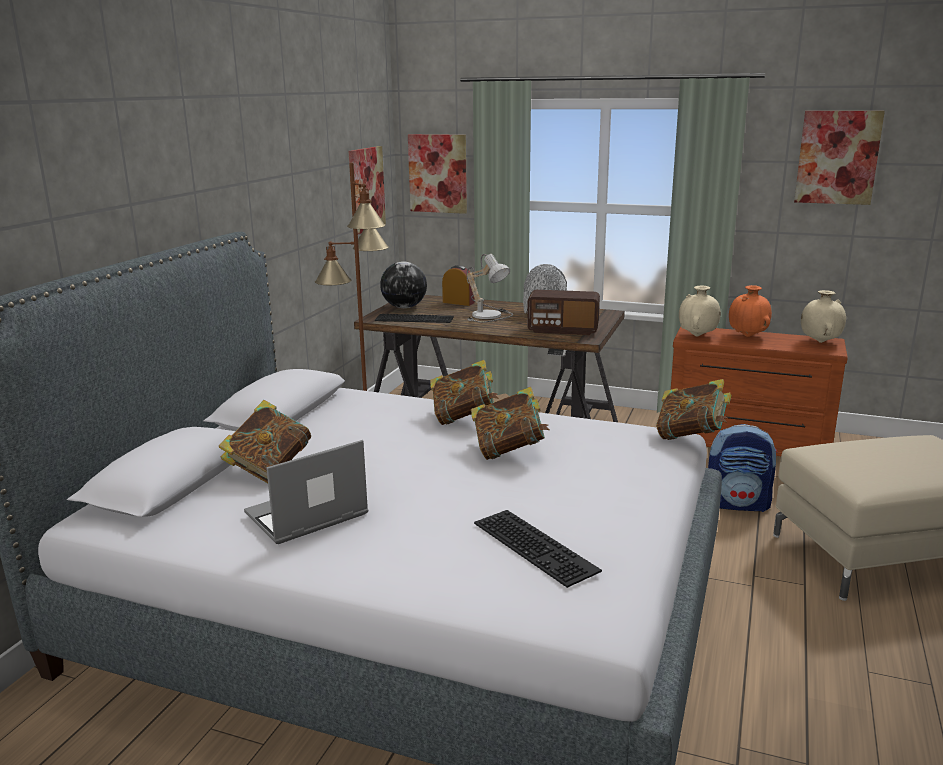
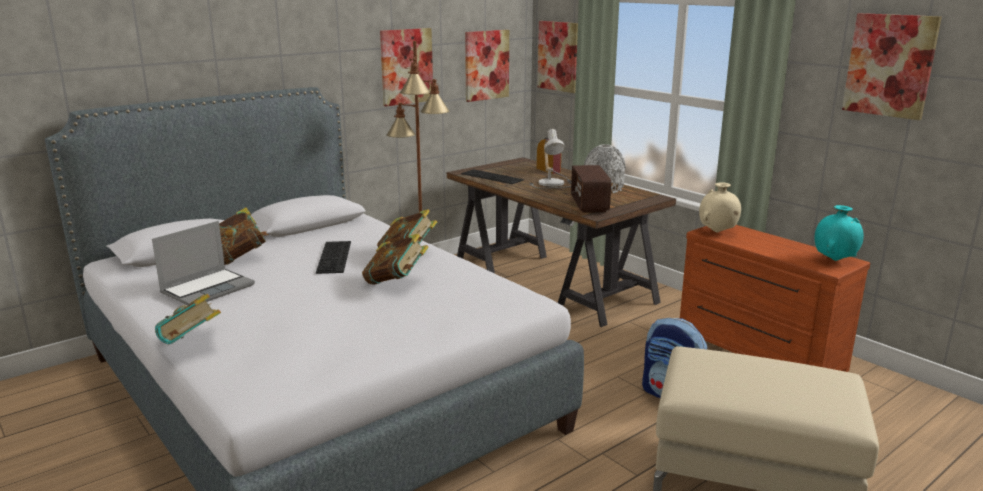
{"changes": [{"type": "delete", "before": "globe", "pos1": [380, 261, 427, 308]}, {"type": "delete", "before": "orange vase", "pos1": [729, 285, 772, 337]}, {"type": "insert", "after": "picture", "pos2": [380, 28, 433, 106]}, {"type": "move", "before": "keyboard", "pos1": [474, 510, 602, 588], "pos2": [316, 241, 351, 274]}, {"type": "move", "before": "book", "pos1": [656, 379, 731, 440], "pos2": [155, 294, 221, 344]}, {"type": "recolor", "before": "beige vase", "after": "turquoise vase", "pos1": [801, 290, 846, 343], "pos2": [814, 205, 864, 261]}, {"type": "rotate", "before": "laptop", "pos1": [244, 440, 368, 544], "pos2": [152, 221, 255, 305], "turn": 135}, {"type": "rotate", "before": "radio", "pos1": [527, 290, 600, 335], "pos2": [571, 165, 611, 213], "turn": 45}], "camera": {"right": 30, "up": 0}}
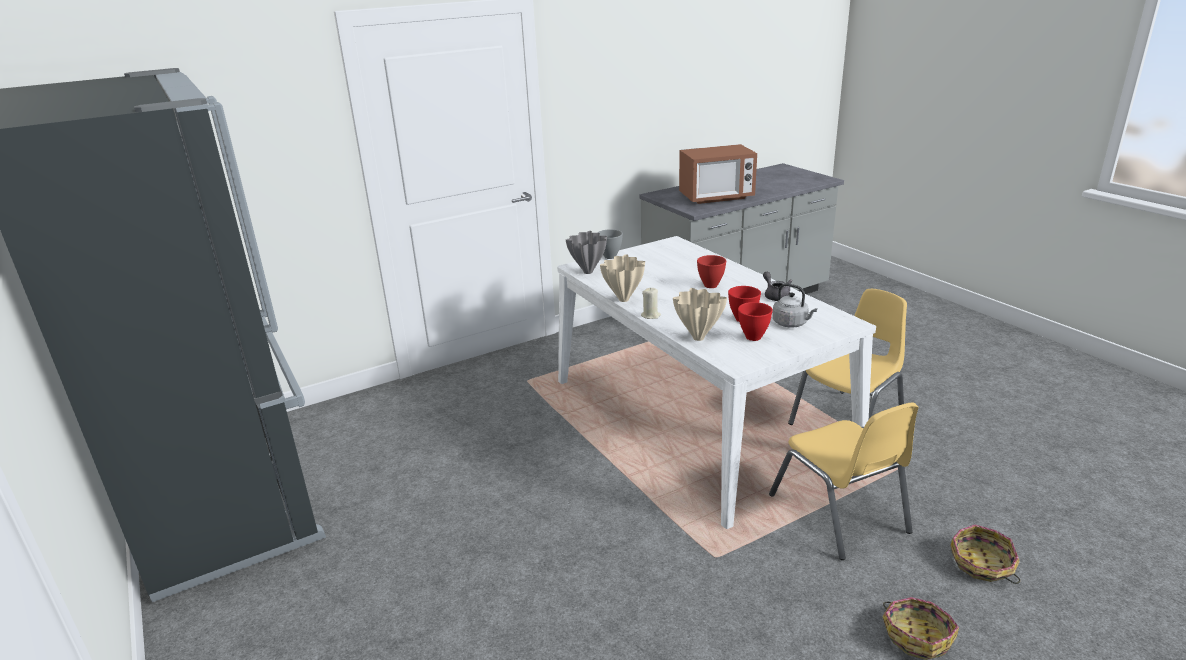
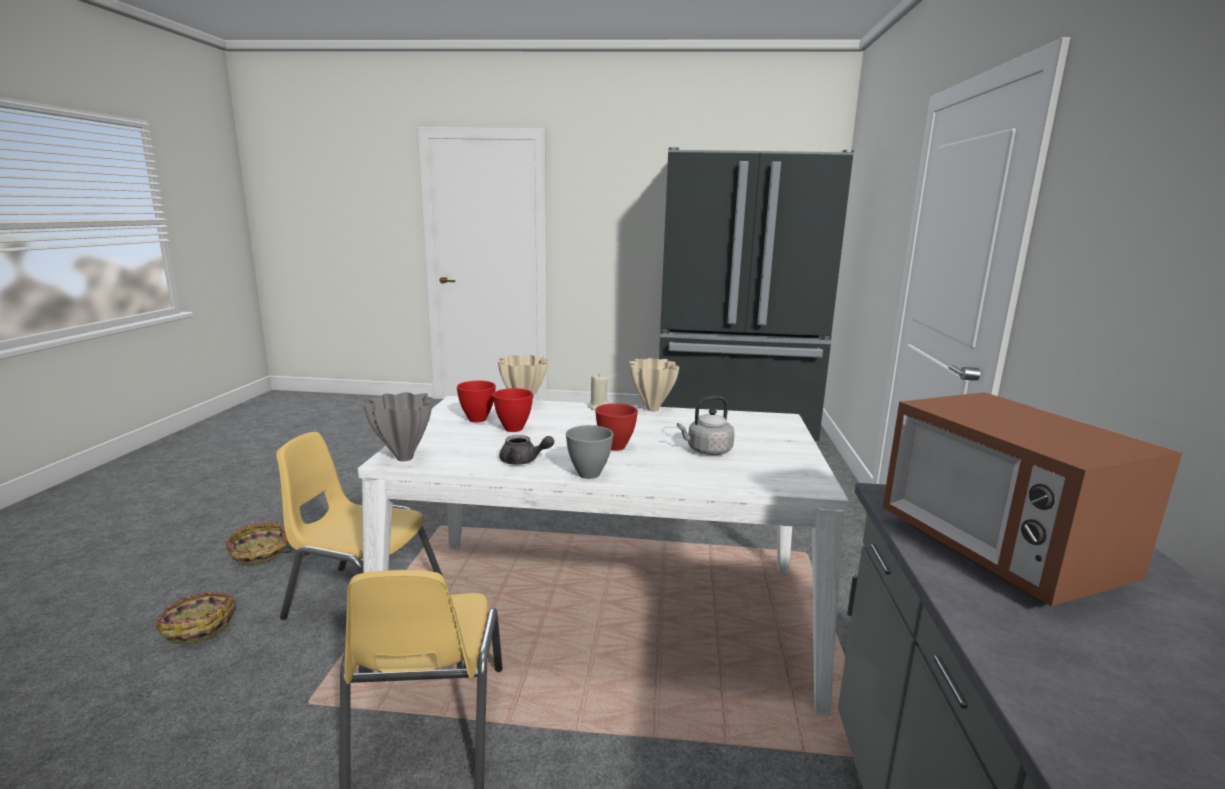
{"changes": [{"type": "move", "before": "grey vase", "pos1": [566, 231, 607, 274], "pos2": [364, 392, 432, 461]}, {"type": "move", "before": "grey bowl", "pos1": [597, 229, 623, 259], "pos2": [566, 425, 614, 479]}, {"type": "move", "before": "grey kettle", "pos1": [772, 283, 817, 328], "pos2": [677, 396, 734, 455]}, {"type": "rotate", "before": "microwave", "pos1": [679, 144, 757, 204], "pos2": [883, 392, 1182, 606], "turn": -45}], "camera": {"right": 125, "up": -10}}
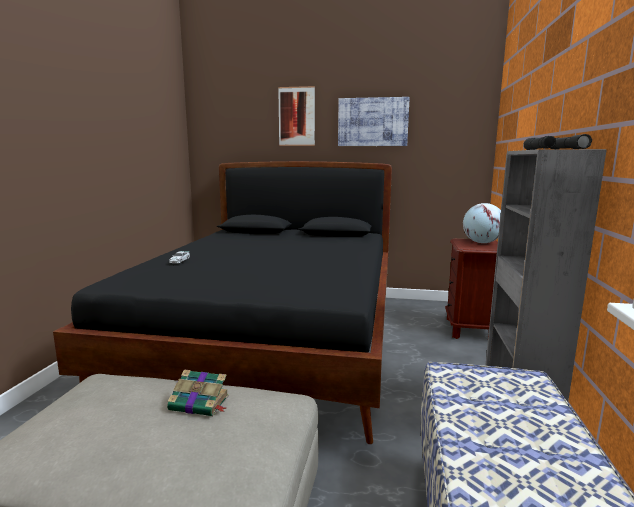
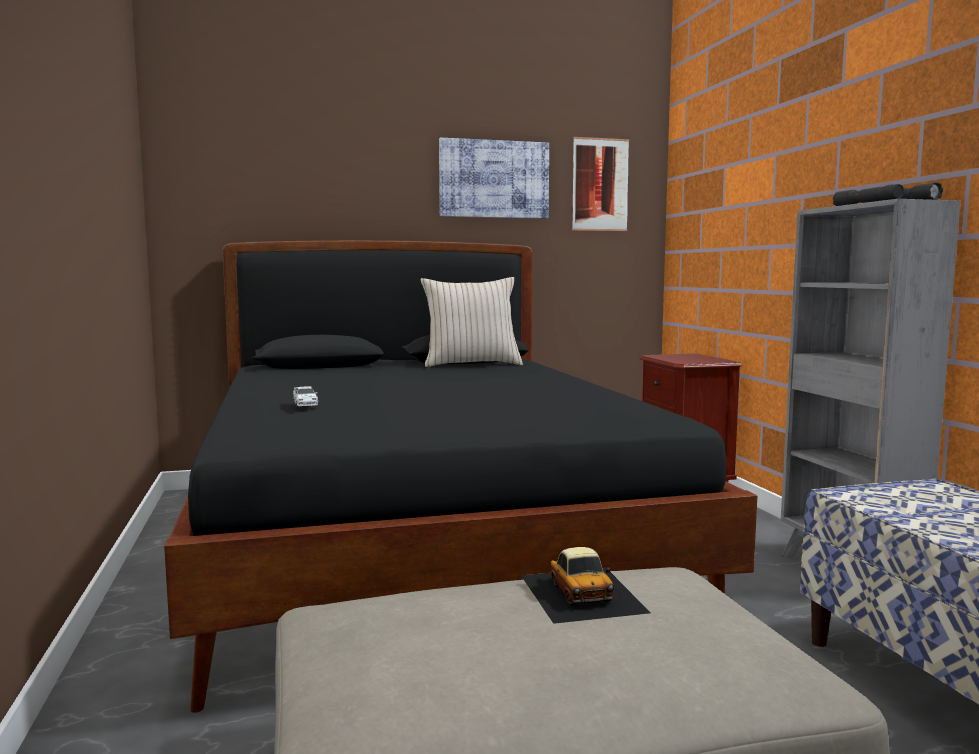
{"changes": [{"type": "delete", "before": "globe", "pos1": [463, 203, 501, 243]}, {"type": "insert", "after": "beige pillow", "pos2": [420, 277, 523, 367]}, {"type": "move", "before": "picture", "pos1": [278, 86, 315, 146], "pos2": [572, 137, 629, 231]}, {"type": "replace", "before": "book", "after": "toy car", "pos1": [167, 369, 229, 416], "pos2": [521, 547, 650, 624]}], "camera": {"right": -25, "up": -5}}
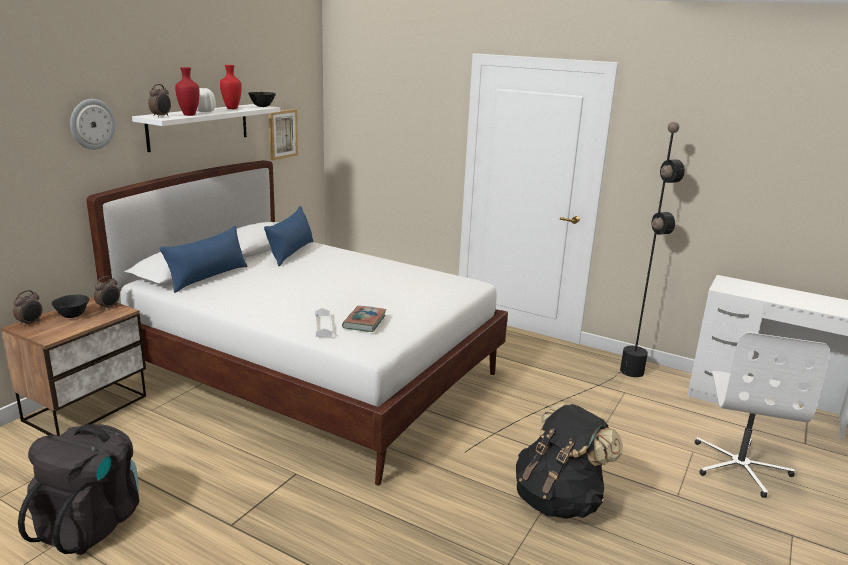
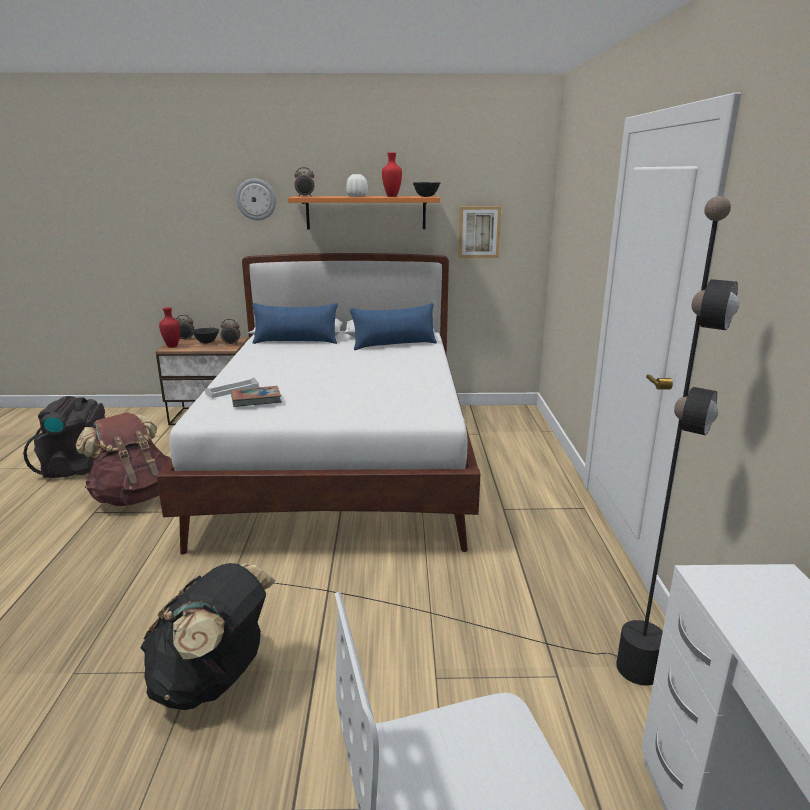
{"changes": [{"type": "insert", "after": "brown backpack", "pos2": [75, 412, 171, 506]}, {"type": "move", "before": "red vase", "pos1": [175, 67, 199, 116], "pos2": [159, 307, 180, 348]}, {"type": "recolor", "before": "white shelf", "after": "orange shelf", "pos1": [132, 104, 280, 152], "pos2": [288, 196, 440, 229]}], "camera": {"right": 60, "up": 0}}
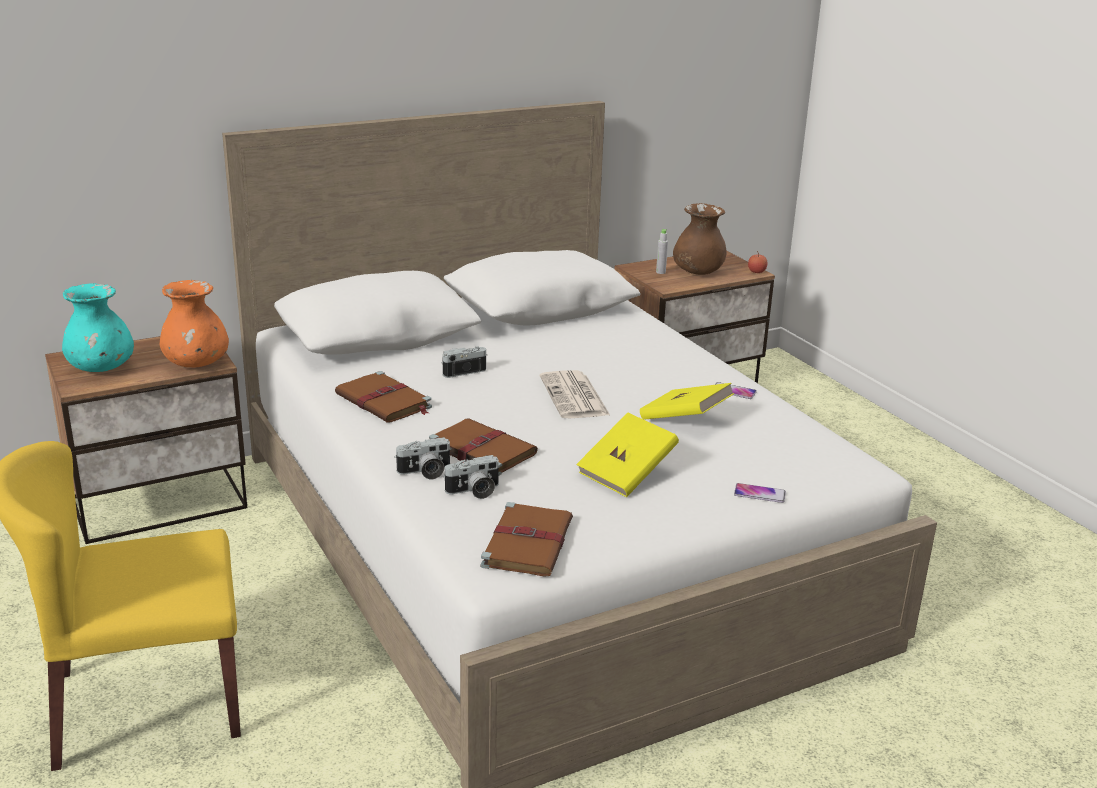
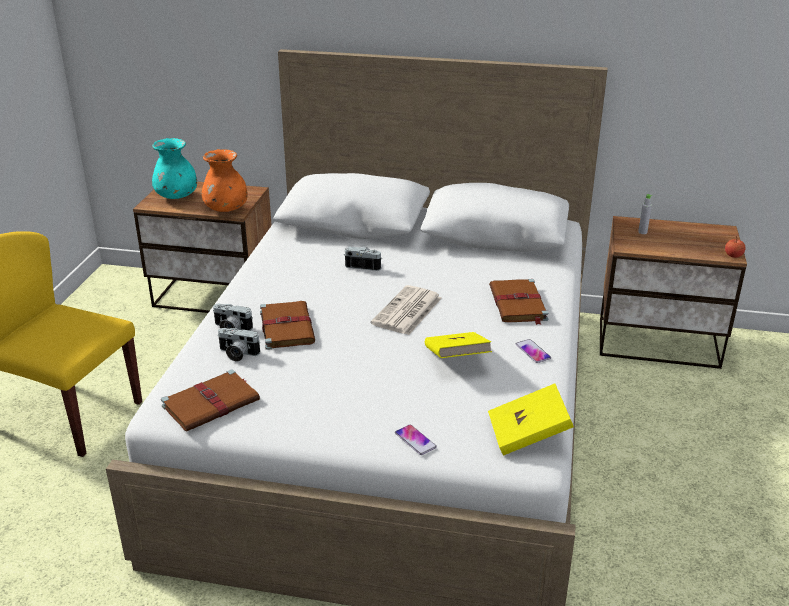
{"changes": [{"type": "delete", "before": "brown vase", "pos1": [673, 203, 727, 275]}, {"type": "move", "before": "brown book", "pos1": [335, 371, 432, 422], "pos2": [489, 279, 548, 325]}, {"type": "move", "before": "yellow book", "pos1": [576, 413, 679, 497], "pos2": [488, 383, 574, 456]}], "camera": {"right": 40, "up": 5}}
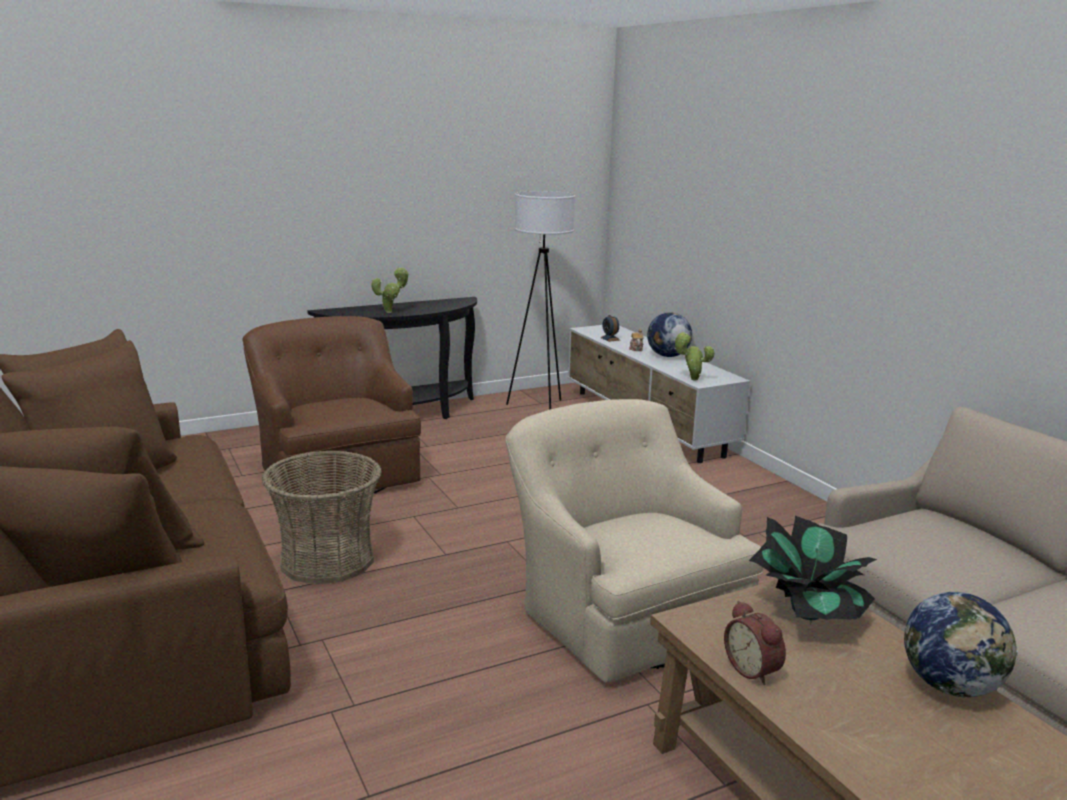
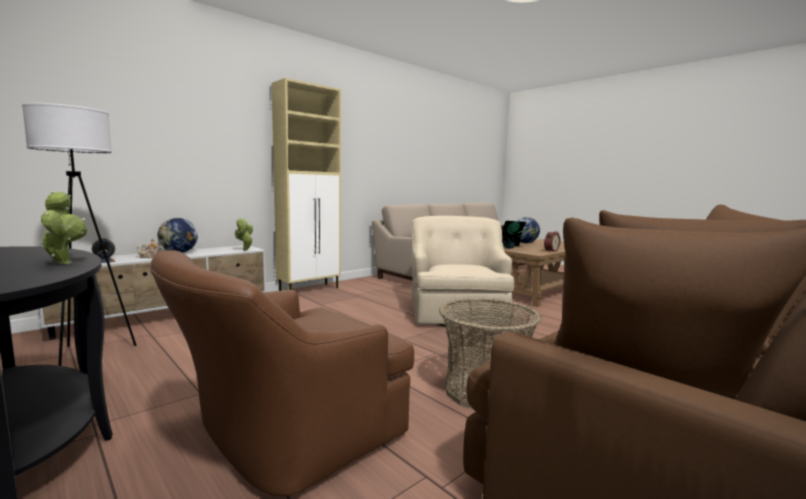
{"changes": [{"type": "insert", "after": "beige cabinet", "pos2": [272, 78, 341, 291]}, {"type": "rotate", "before": "beige armchair", "pos1": [506, 399, 763, 682], "pos2": [411, 216, 514, 328], "turn": 135}], "camera": {"right": -105, "up": -10}}
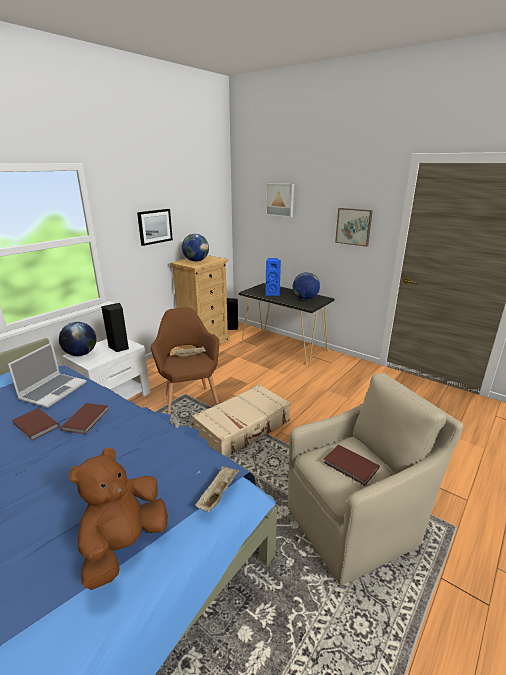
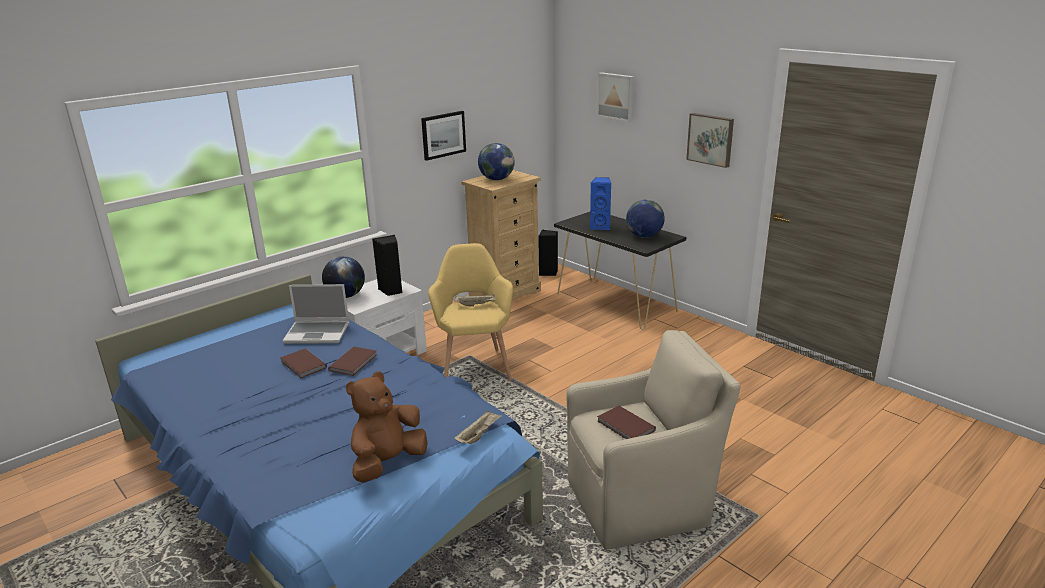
{"changes": [{"type": "delete", "before": "beige suitcase", "pos1": [192, 384, 290, 457]}, {"type": "recolor", "before": "brown armchair", "after": "yellow armchair", "pos1": [151, 307, 219, 422], "pos2": [428, 243, 513, 381]}, {"type": "rotate", "before": "laptop", "pos1": [8, 342, 87, 408], "pos2": [282, 284, 349, 344], "turn": 60}], "camera": {"right": 10, "up": 0}}
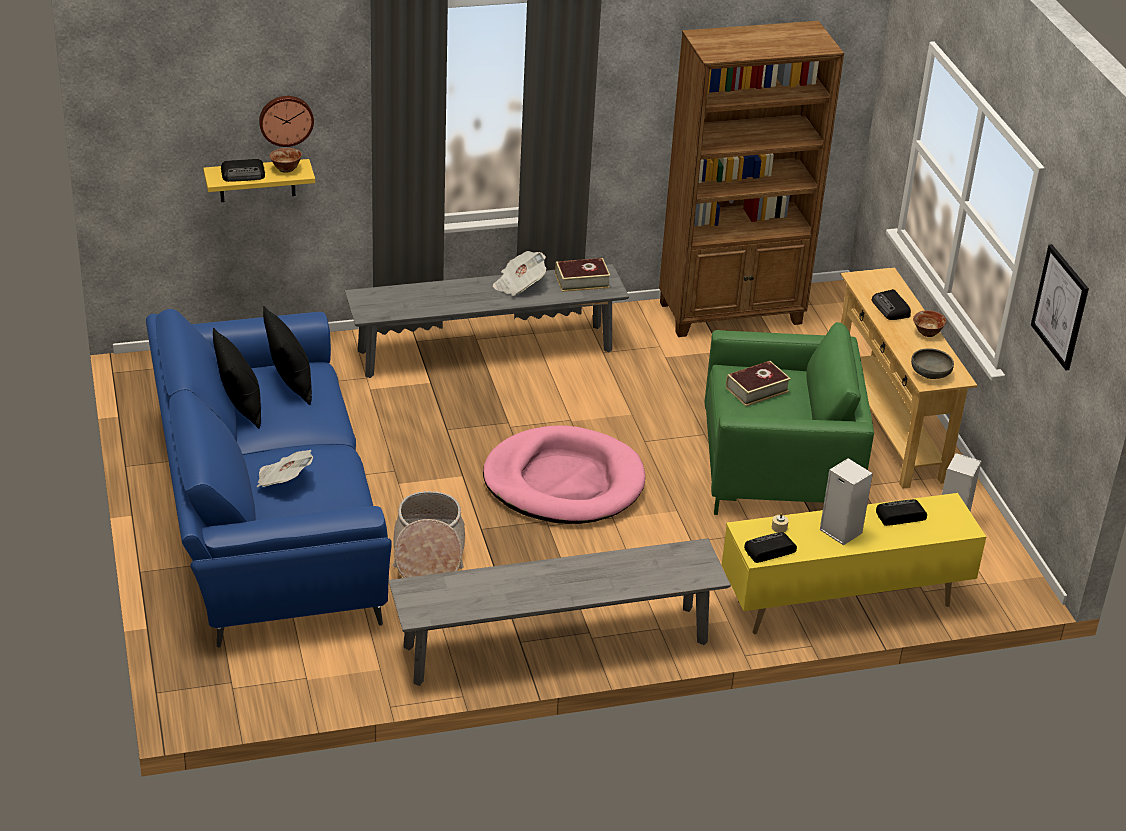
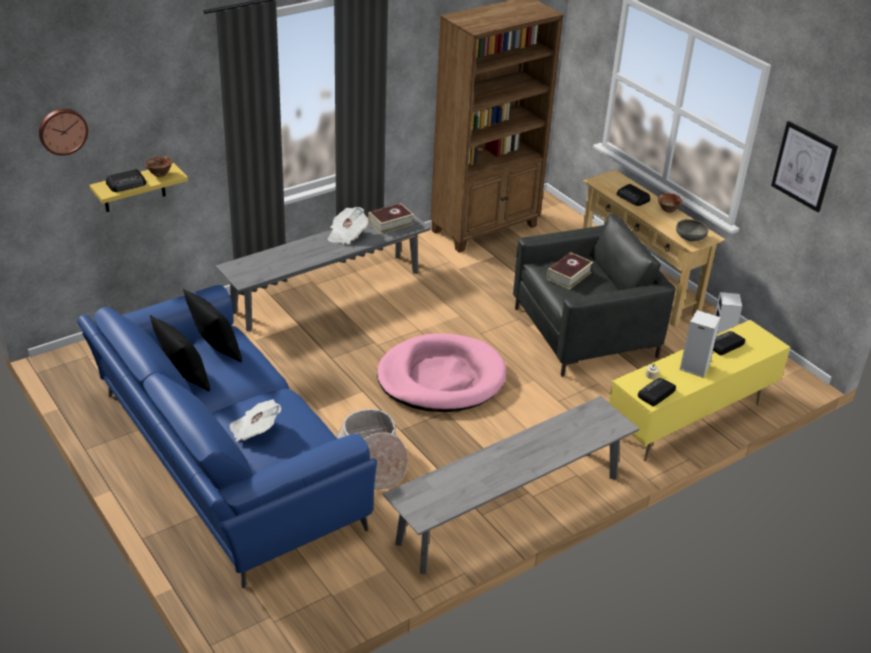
{"changes": [{"type": "move", "before": "wall clock", "pos1": [259, 96, 314, 147], "pos2": [39, 109, 88, 156]}, {"type": "recolor", "before": "green armchair", "after": "grey armchair", "pos1": [705, 322, 874, 515], "pos2": [513, 214, 676, 377]}], "camera": {"right": -20, "up": 0}}
